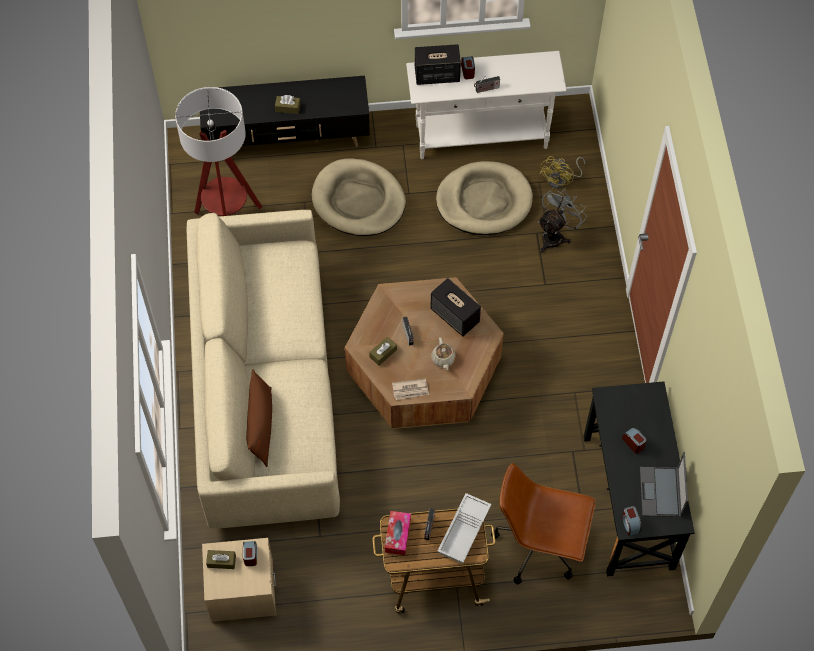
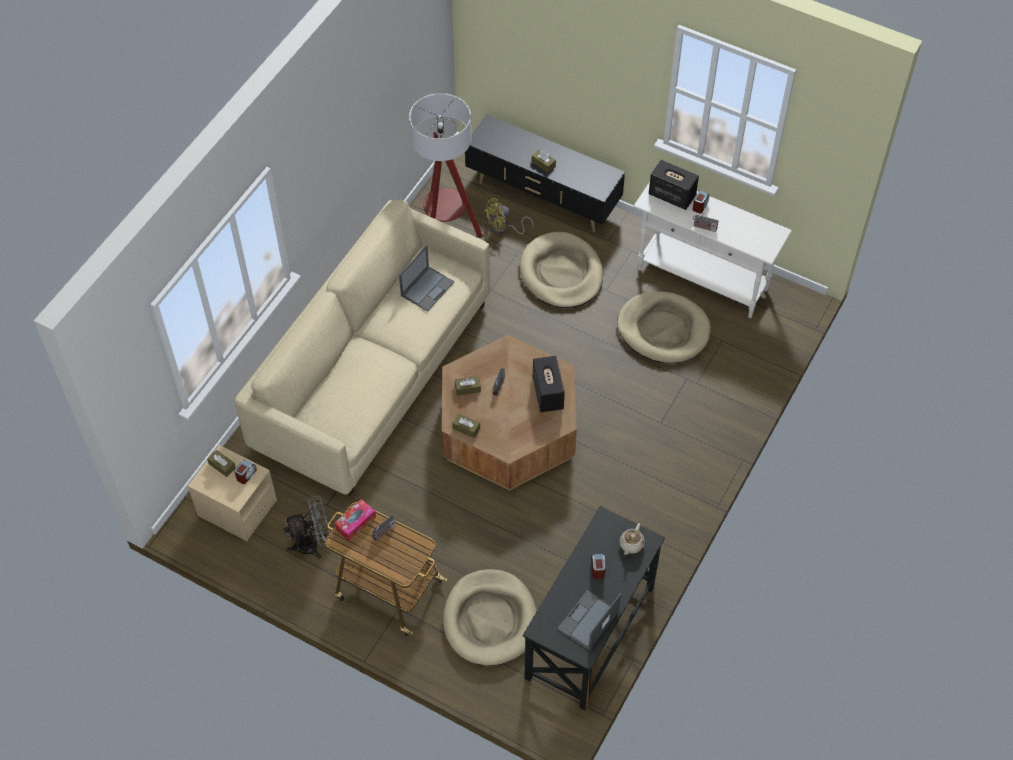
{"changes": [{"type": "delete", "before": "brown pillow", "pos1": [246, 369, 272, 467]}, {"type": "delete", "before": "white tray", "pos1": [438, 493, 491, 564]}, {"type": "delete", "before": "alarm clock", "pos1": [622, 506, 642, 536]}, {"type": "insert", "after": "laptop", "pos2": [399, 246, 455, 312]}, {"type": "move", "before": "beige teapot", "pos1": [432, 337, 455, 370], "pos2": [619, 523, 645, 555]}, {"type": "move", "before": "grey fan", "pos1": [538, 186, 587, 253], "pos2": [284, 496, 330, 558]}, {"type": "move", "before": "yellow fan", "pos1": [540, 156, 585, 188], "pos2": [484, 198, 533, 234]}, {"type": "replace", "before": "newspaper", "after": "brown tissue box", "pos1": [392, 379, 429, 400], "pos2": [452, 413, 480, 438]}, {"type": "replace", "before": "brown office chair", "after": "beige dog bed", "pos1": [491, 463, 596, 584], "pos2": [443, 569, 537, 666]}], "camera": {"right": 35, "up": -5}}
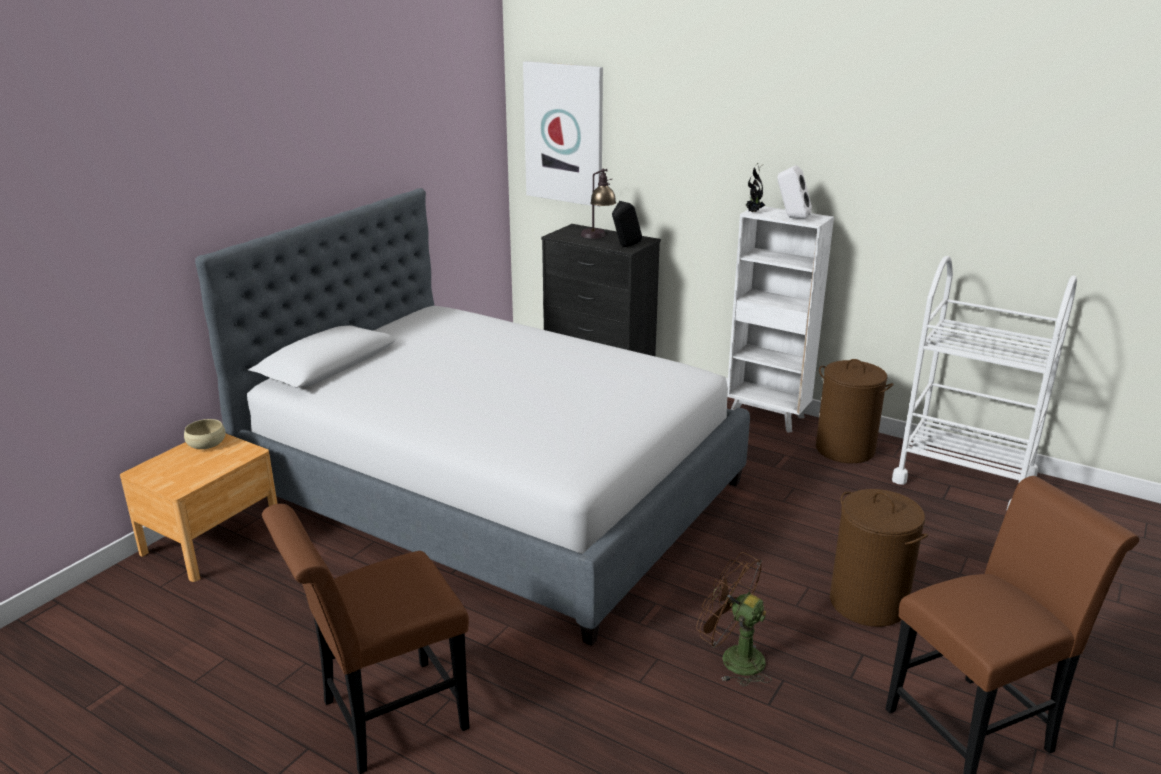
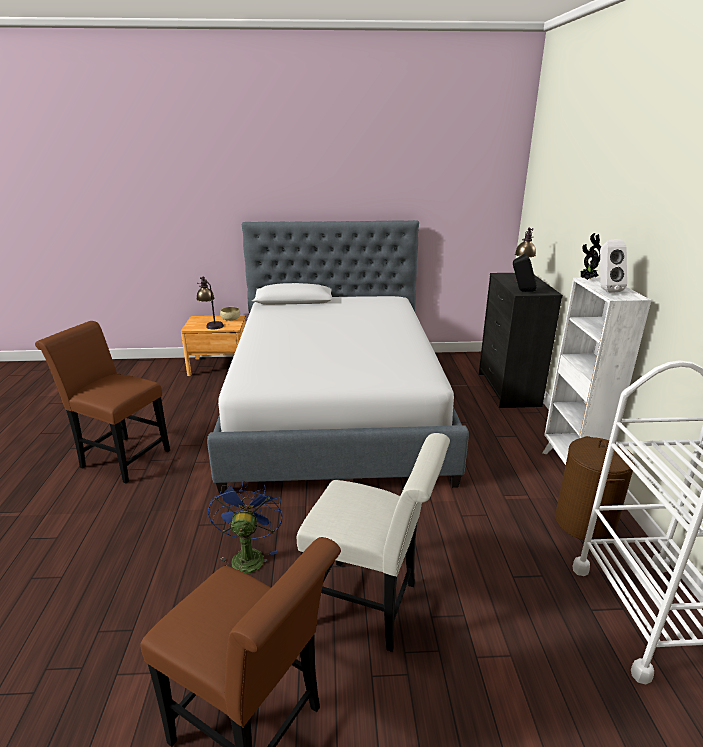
{"changes": [{"type": "delete", "before": "picture", "pos1": [523, 61, 603, 207]}, {"type": "insert", "after": "table lamp", "pos2": [197, 276, 224, 329]}, {"type": "replace", "before": "brown laundry basket", "after": "white chair", "pos1": [830, 489, 928, 627], "pos2": [296, 433, 450, 652]}, {"type": "recolor", "before": "brown fan", "after": "blue fan", "pos1": [696, 552, 772, 687], "pos2": [208, 480, 282, 573]}], "camera": {"right": 55, "up": 0}}
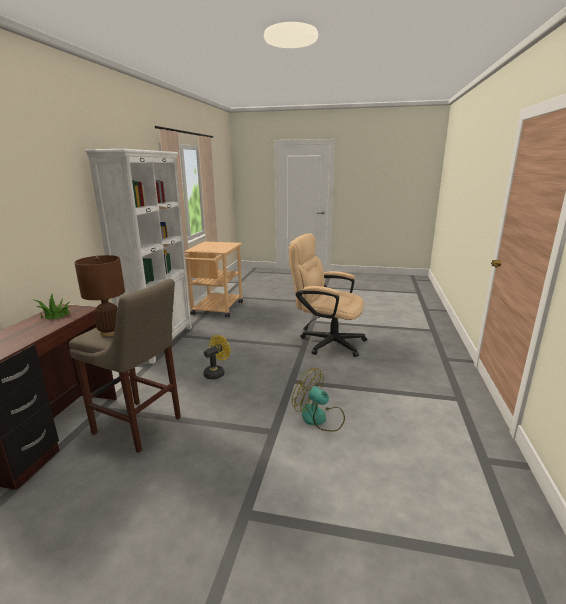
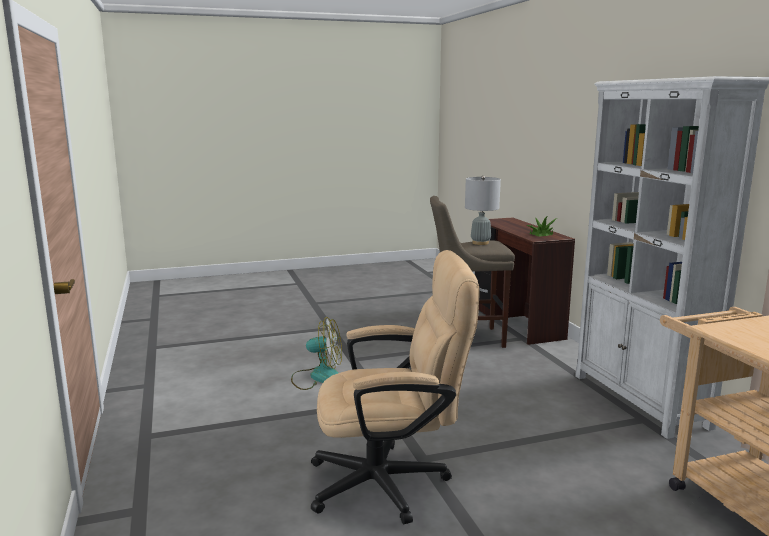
{"changes": [{"type": "delete", "before": "yellow fan", "pos1": [203, 335, 230, 380]}, {"type": "recolor", "before": "brown table lamp", "after": "grey table lamp", "pos1": [74, 255, 125, 336], "pos2": [465, 176, 501, 245]}], "camera": {"right": 150, "up": -5}}
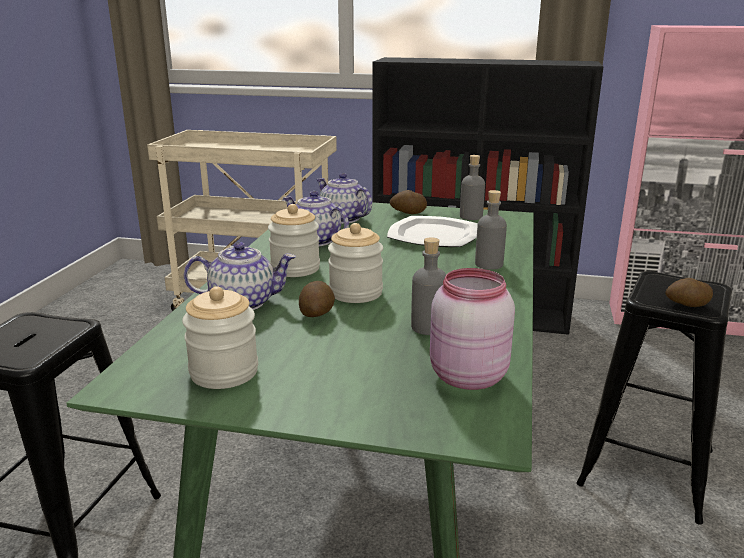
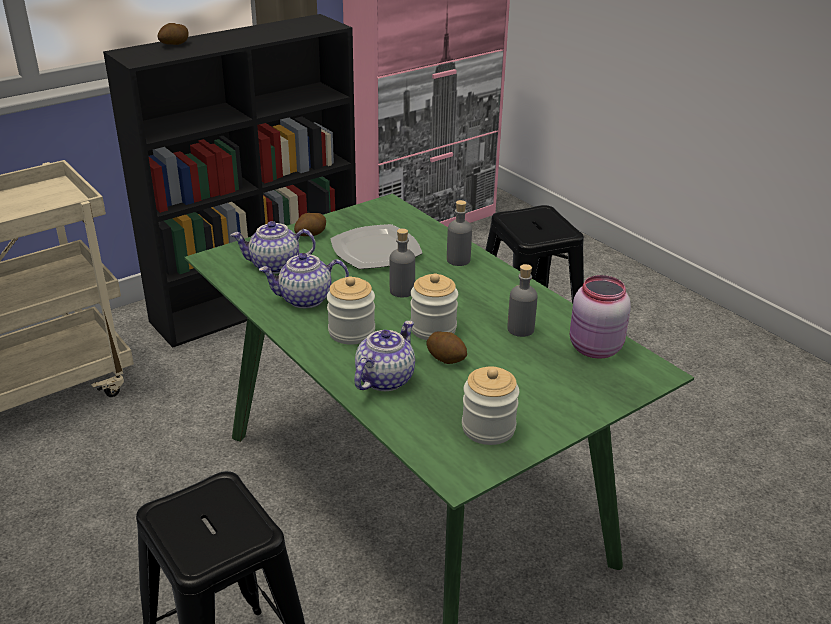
{"changes": [{"type": "move", "before": "grey bottle", "pos1": [460, 155, 485, 220], "pos2": [389, 228, 415, 297]}, {"type": "move", "before": "potato", "pos1": [665, 278, 713, 307], "pos2": [157, 23, 189, 45]}], "camera": {"right": -50, "up": 10}}
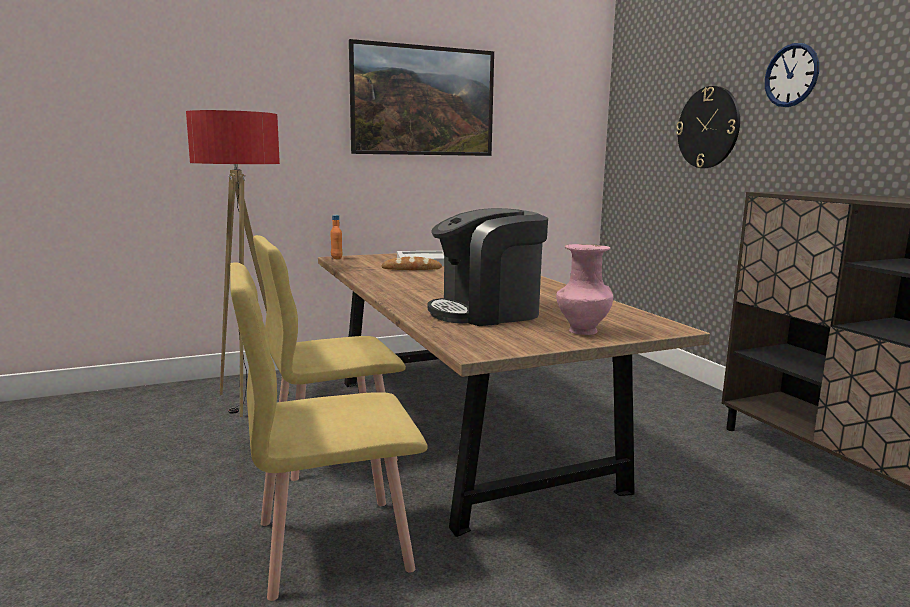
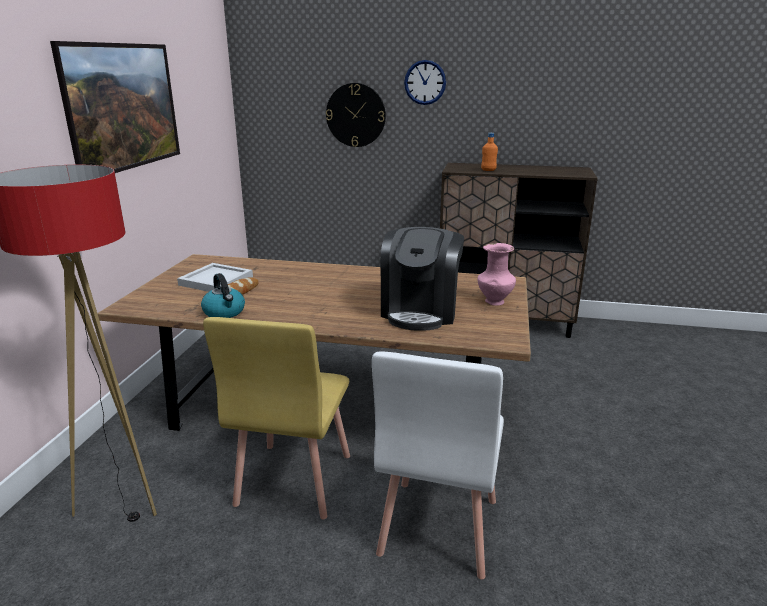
{"changes": [{"type": "insert", "after": "kettle", "pos2": [201, 273, 245, 318]}, {"type": "move", "before": "orange bottle", "pos1": [330, 215, 342, 259], "pos2": [481, 133, 498, 171]}, {"type": "recolor", "before": "yellow chair", "after": "white chair", "pos1": [230, 262, 428, 601], "pos2": [372, 351, 504, 579]}], "camera": {"right": -55, "up": 10}}
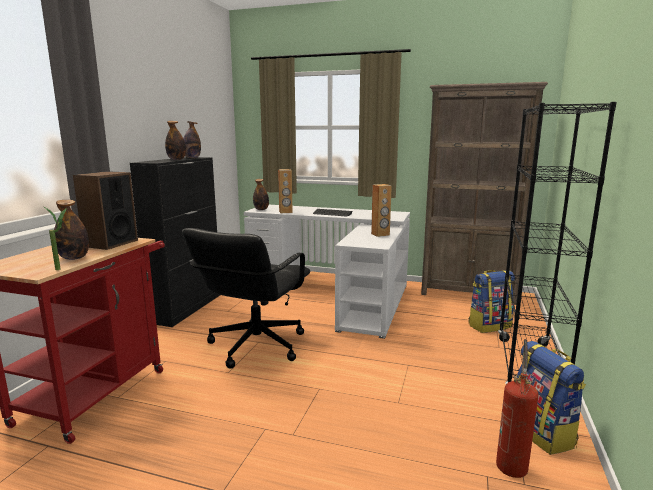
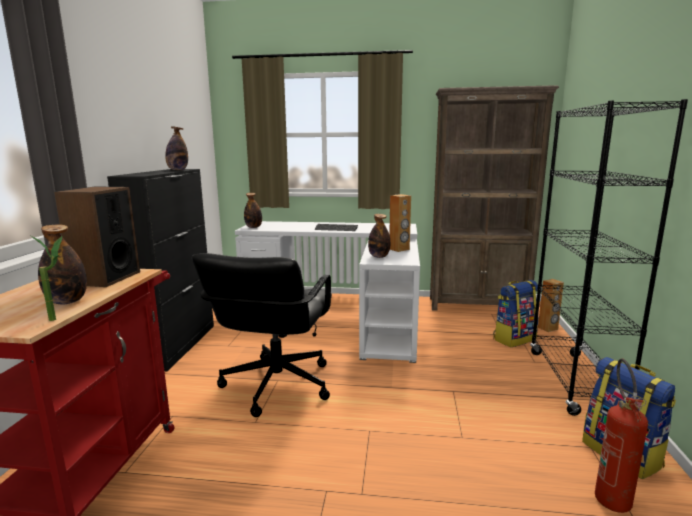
{"changes": [{"type": "move", "before": "bottle", "pos1": [165, 121, 186, 160], "pos2": [368, 214, 390, 258]}, {"type": "move", "before": "brown speaker", "pos1": [278, 169, 293, 213], "pos2": [538, 279, 564, 332]}], "camera": {"right": -10, "up": 0}}
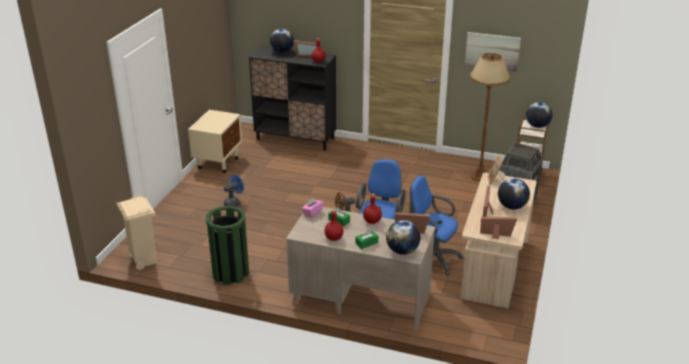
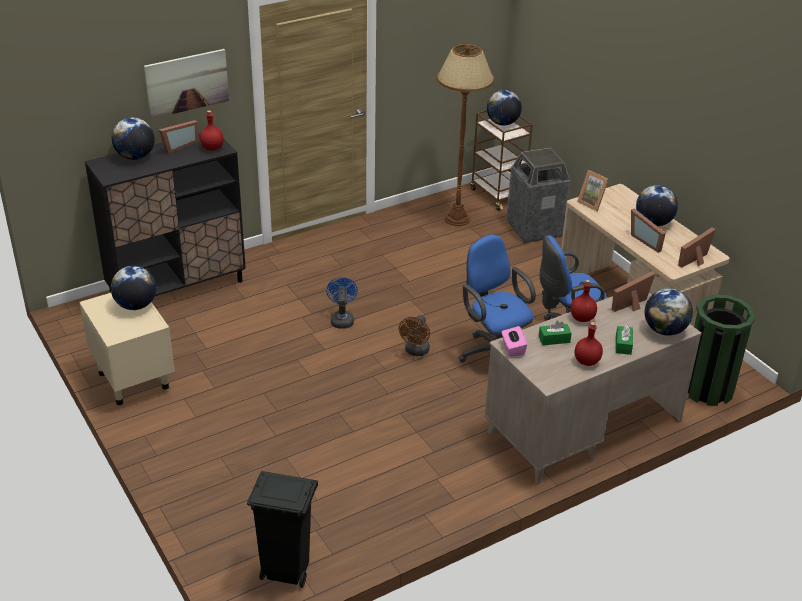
{"changes": [{"type": "insert", "after": "globe", "pos2": [111, 266, 156, 310]}, {"type": "move", "before": "green trash can", "pos1": [206, 206, 249, 285], "pos2": [688, 295, 756, 406]}, {"type": "move", "before": "blue fan", "pos1": [224, 174, 244, 207], "pos2": [326, 277, 358, 329]}, {"type": "move", "before": "picture", "pos1": [465, 32, 521, 72], "pos2": [144, 49, 229, 119]}, {"type": "recolor", "before": "beige trash can", "after": "black trash can", "pos1": [116, 196, 157, 270], "pos2": [247, 471, 318, 588]}], "camera": {"right": -50, "up": 5}}
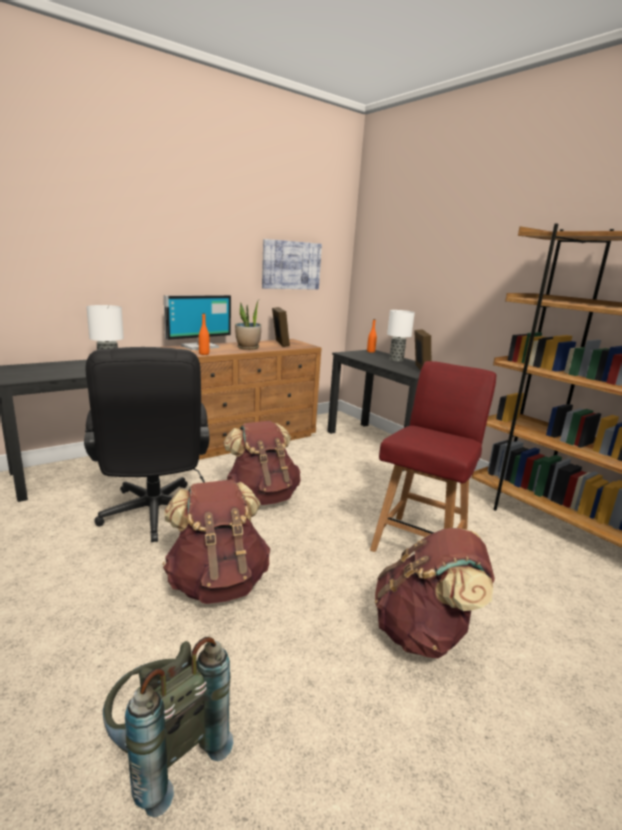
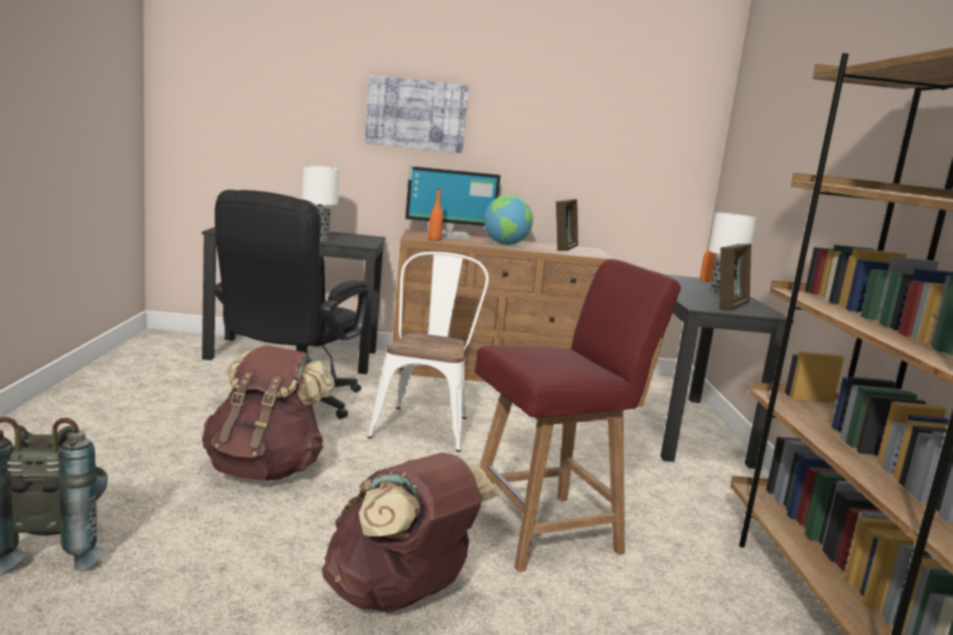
{"changes": [{"type": "move", "before": "picture", "pos1": [262, 239, 322, 290], "pos2": [365, 75, 469, 153]}, {"type": "replace", "before": "brown backpack", "after": "white chair", "pos1": [224, 421, 301, 505], "pos2": [368, 252, 489, 452]}, {"type": "replace", "before": "potted plant", "after": "globe", "pos1": [235, 301, 261, 350], "pos2": [484, 195, 533, 245]}], "camera": {"right": 35, "up": -5}}
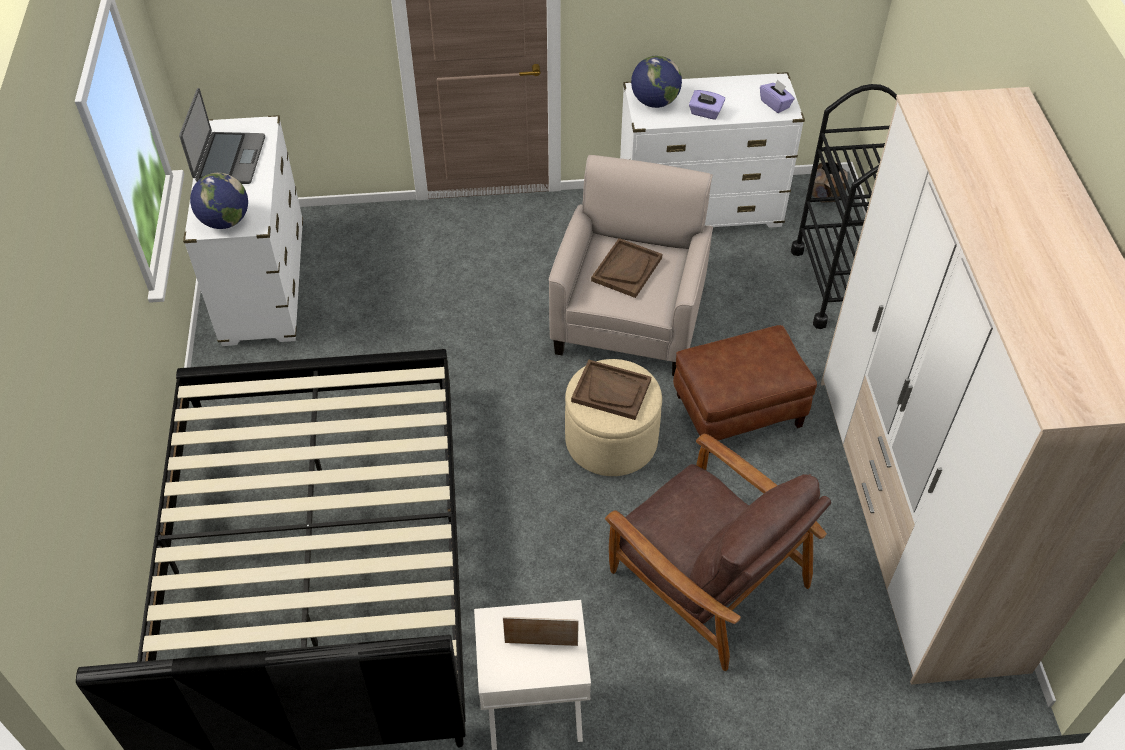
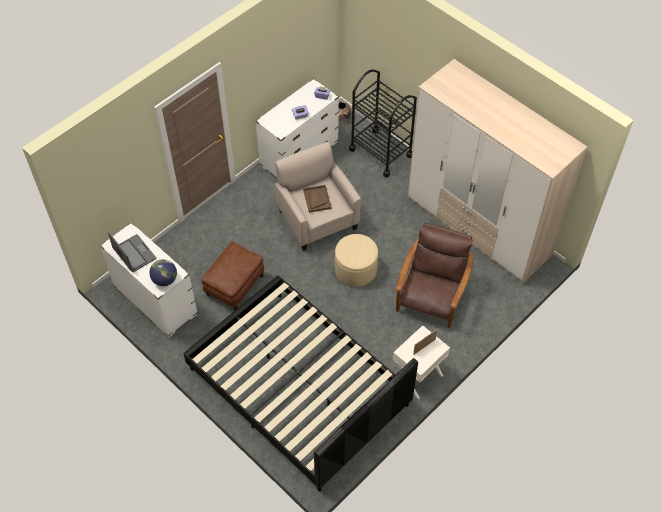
{"changes": [{"type": "delete", "before": "brown tray", "pos1": [571, 360, 651, 420]}, {"type": "delete", "before": "globe", "pos1": [631, 55, 682, 108]}, {"type": "move", "before": "brown ottoman", "pos1": [673, 325, 817, 453], "pos2": [201, 241, 264, 310]}, {"type": "rotate", "before": "brown armchair", "pos1": [605, 433, 831, 672], "pos2": [395, 223, 473, 328], "turn": -75}], "camera": {"right": -40, "up": 5}}
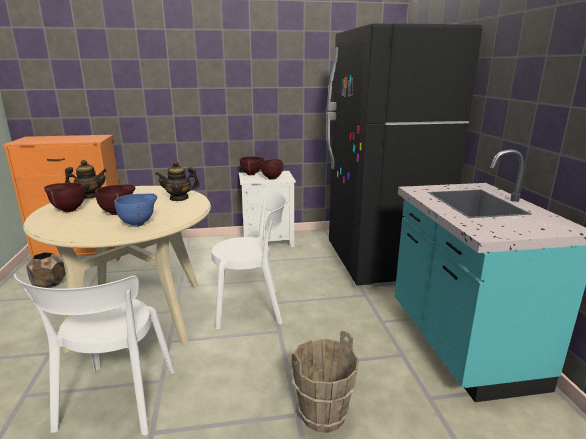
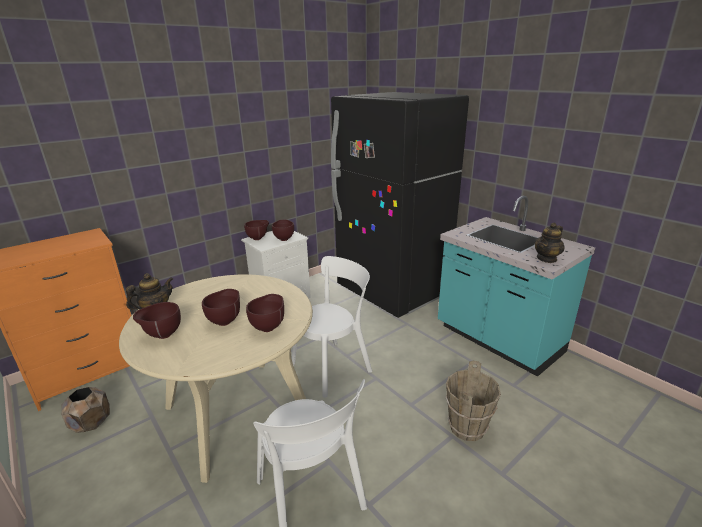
{"changes": [{"type": "move", "before": "teapot", "pos1": [156, 161, 200, 201], "pos2": [534, 223, 565, 263]}, {"type": "recolor", "before": "blue bowl", "after": "brown bowl", "pos1": [114, 193, 157, 227], "pos2": [246, 294, 284, 332]}], "camera": {"right": -30, "up": 5}}
